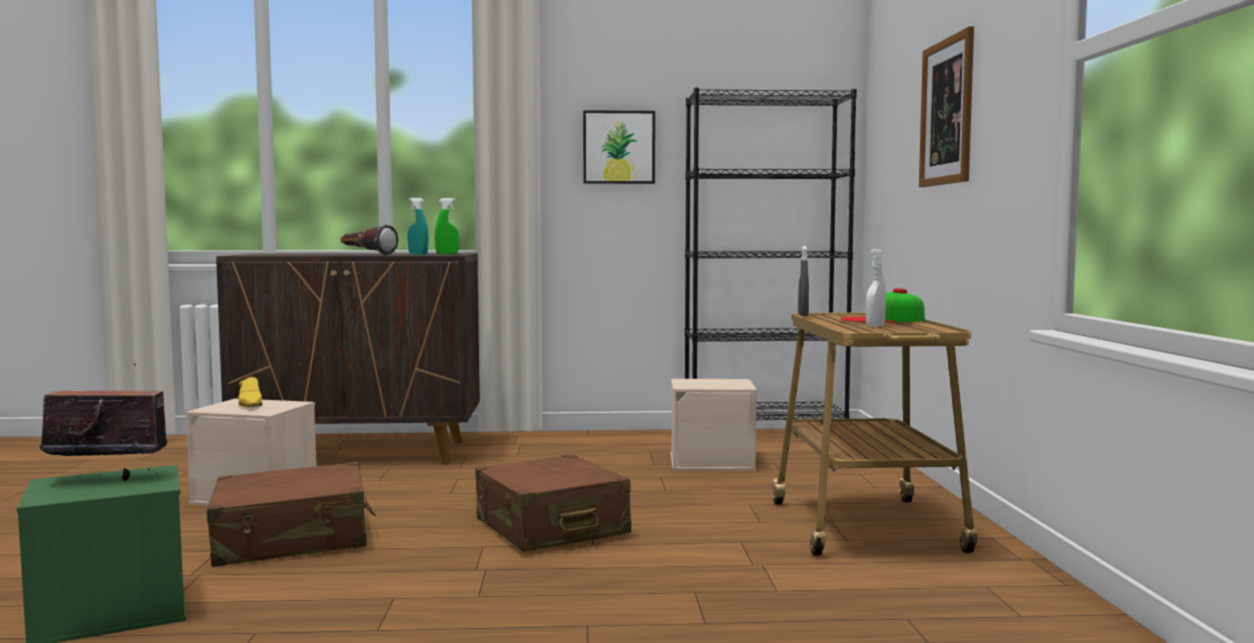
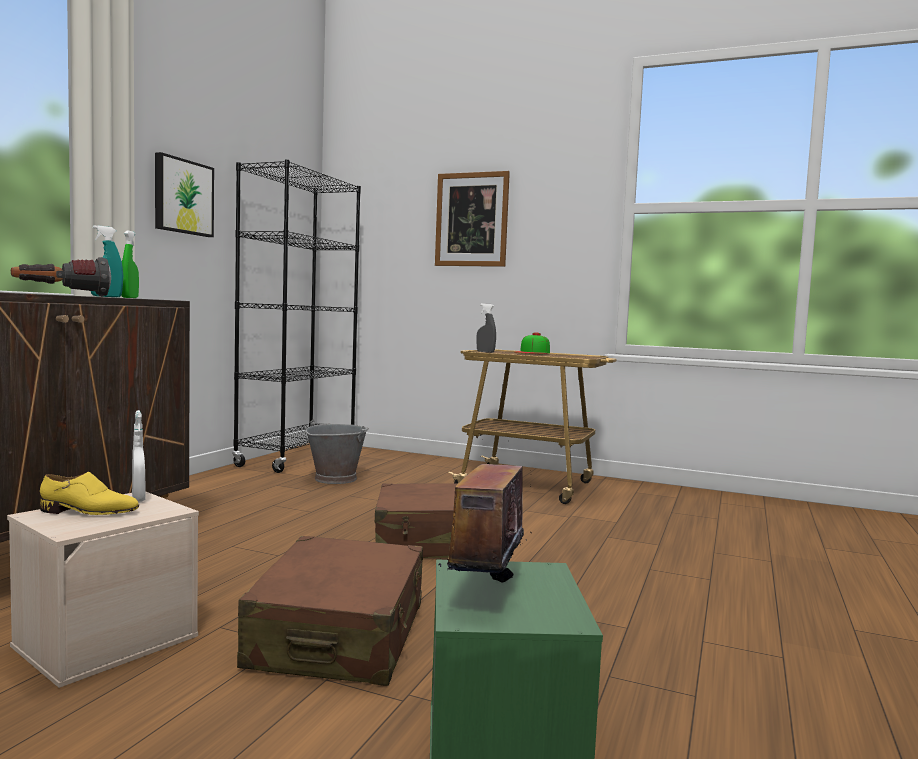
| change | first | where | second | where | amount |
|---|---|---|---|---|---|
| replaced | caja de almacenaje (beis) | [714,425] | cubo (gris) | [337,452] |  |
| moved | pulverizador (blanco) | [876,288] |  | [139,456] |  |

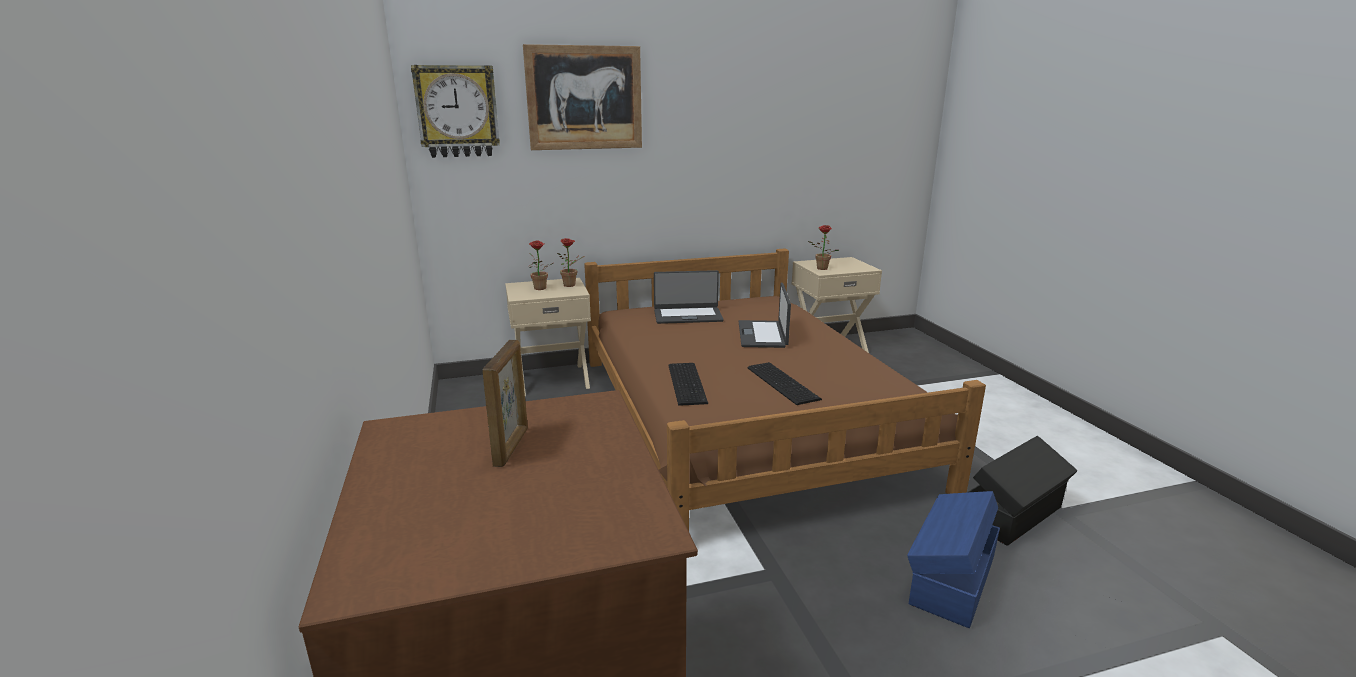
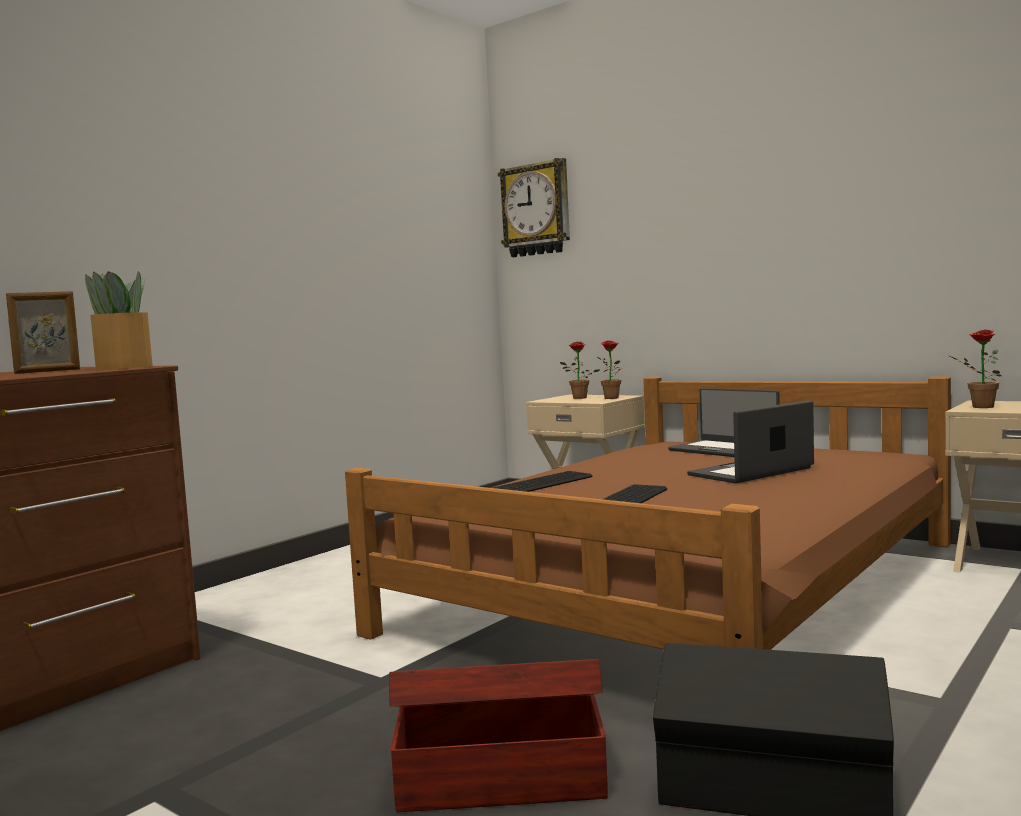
| change | first | where | second | where | amount |
|---|---|---|---|---|---|
| removed | cuadro | [582,97] |  |  |  |
| recoloured | caja de almacenaje (azul) | [953,559] | caja de almacenaje (marrón) | [498,735] |  |
| added |  |  | planta en maceta | [119,320] |  |

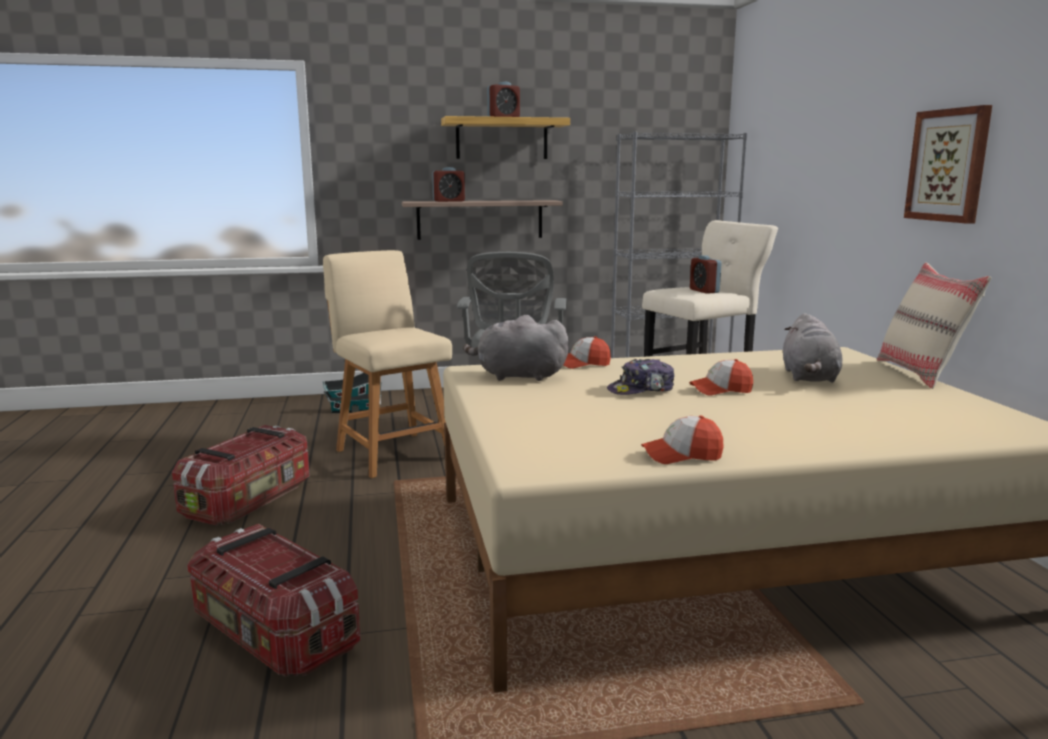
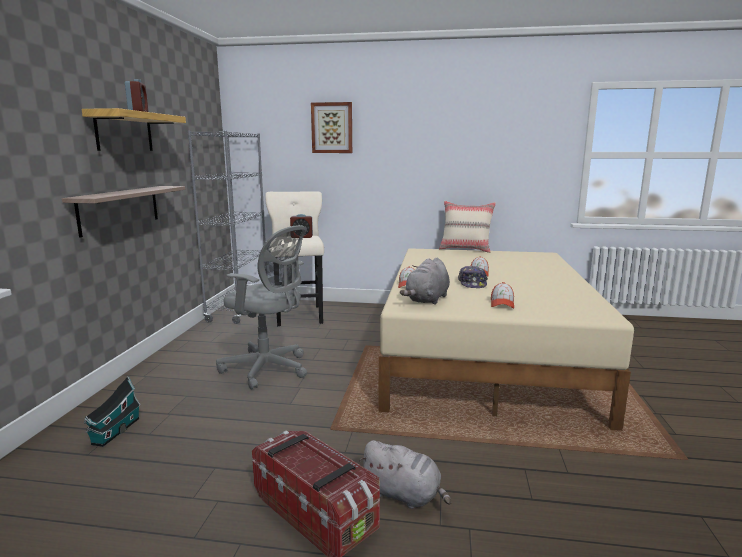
| change | first | where | second | where | amount |
|---|---|---|---|---|---|
| removed | caja de almacenaje | [274,600] |  |  |  |
| removed | silla (beis) | [387,364] |  |  |  |
| removed | despertador | [448,184] |  |  |  |
| moved | gorra | [682,439] |  | [502,295] |  |
| moved | peluche (gris) | [812,348] |  | [405,474] |  |
| moved | cuadro | [948,164] |  | [331,127] |  |

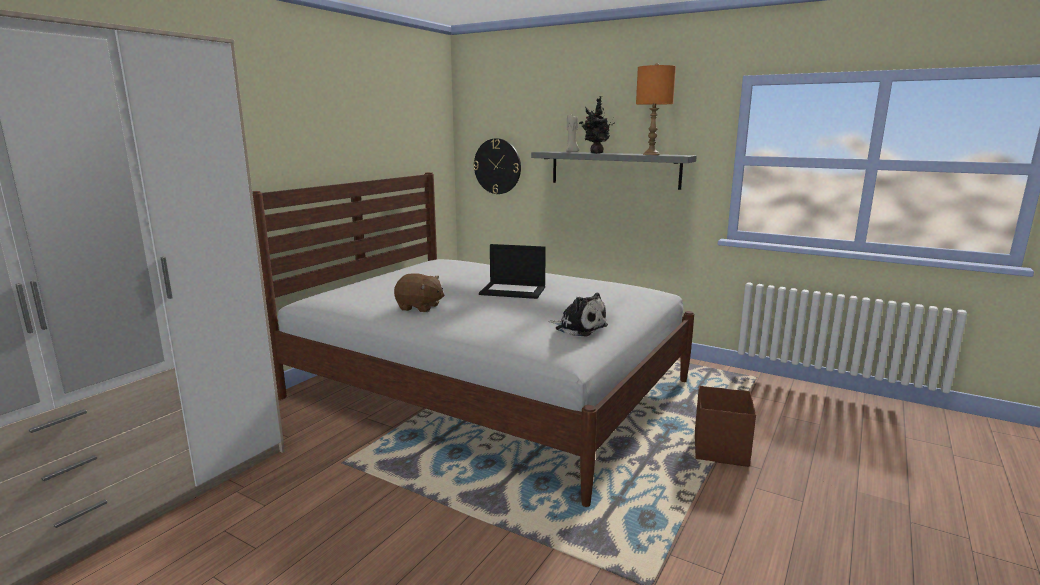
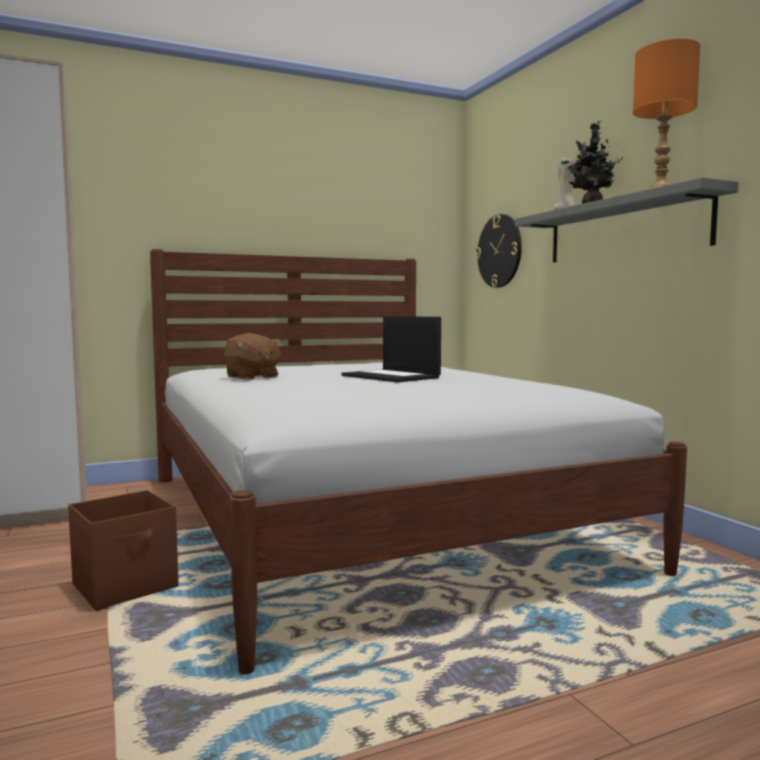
| change | first | where | second | where | amount |
|---|---|---|---|---|---|
| removed | peluche | [578,315] |  |  |  |
| moved | caja de almacenaje (marrón) | [725,426] |  | [123,550] |  |

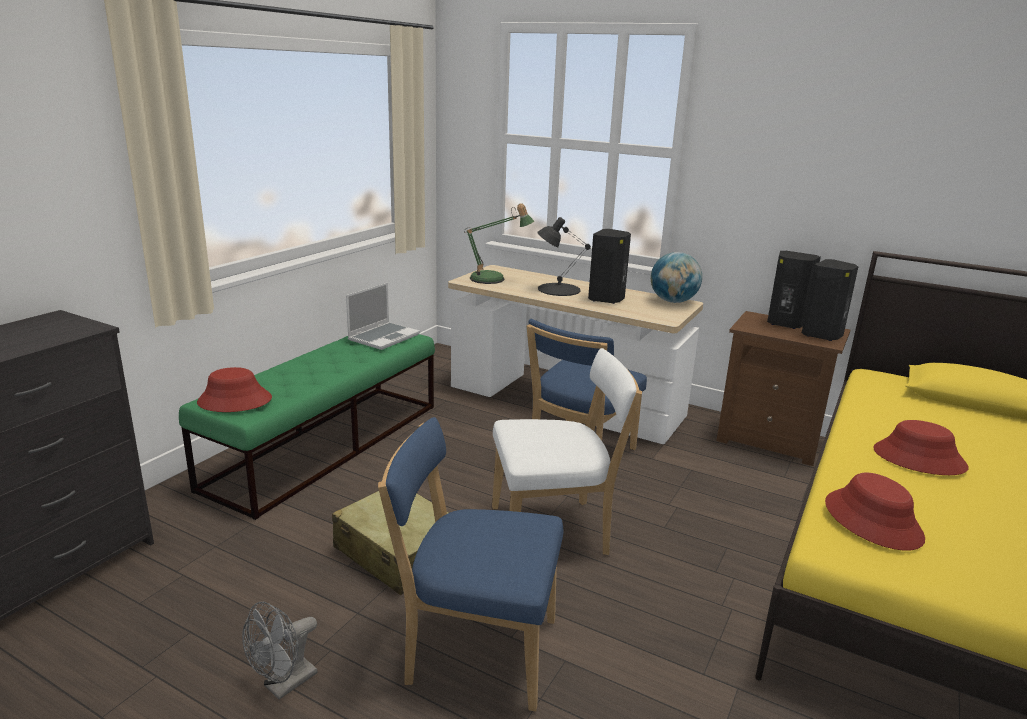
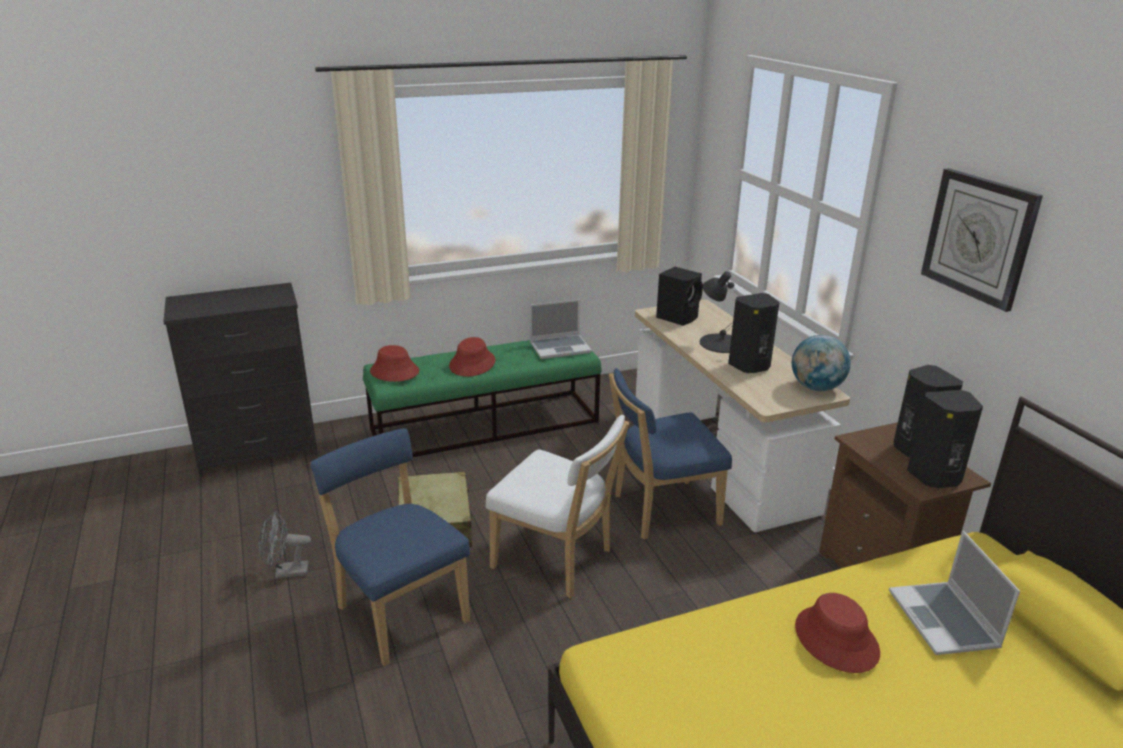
| change | first | where | second | where | amount |
|---|---|---|---|---|---|
| replaced | lámpara de mesa | [499,243] | altavoz (negro) | [679,296] |  |
| moved | sombrero (rojo) | [875,512] |  | [472,357] |  |
| added |  |  | portátil | [954,593] |  |
| added |  |  | reloj de pared | [982,240] |  |

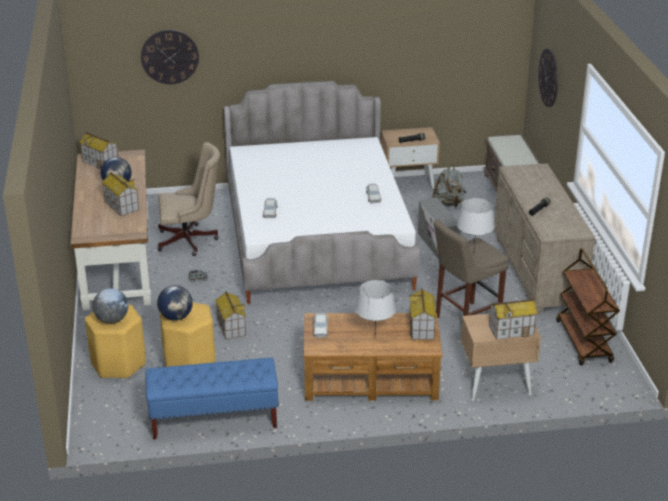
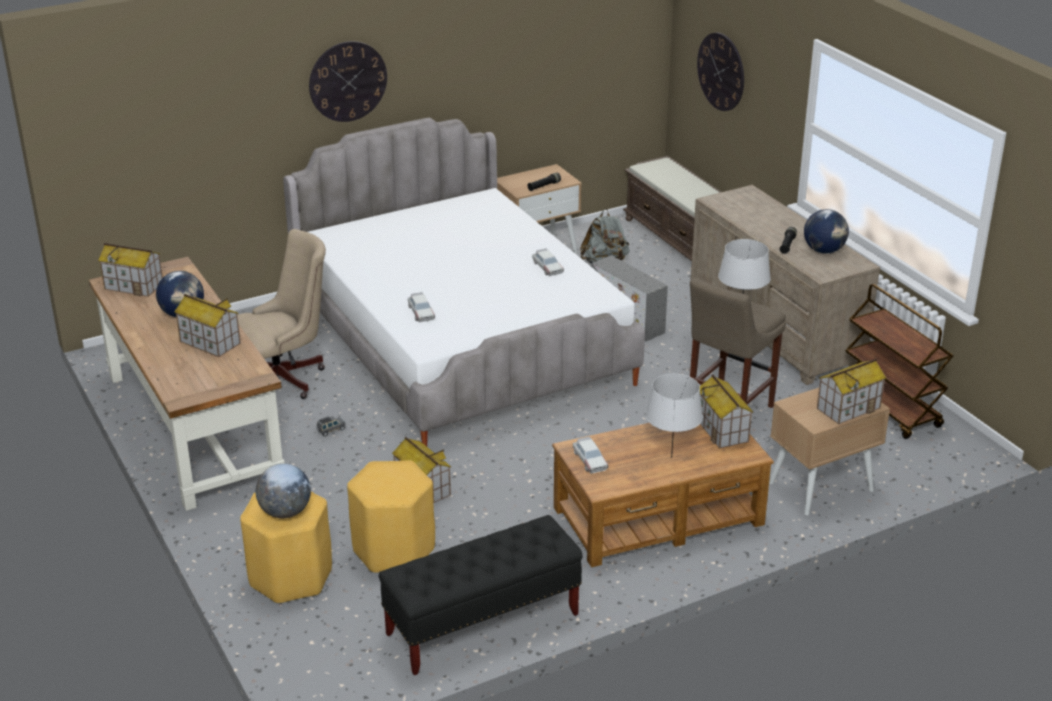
| change | first | where | second | where | amount |
|---|---|---|---|---|---|
| moved | reloj de pared | [170,57] |  | [348,81] |  |
| recoloured | banco (azul) | [212,399] | banco (negro) | [480,595] |  |
| moved | globo terráqueo | [175,303] |  | [826,231] |  |

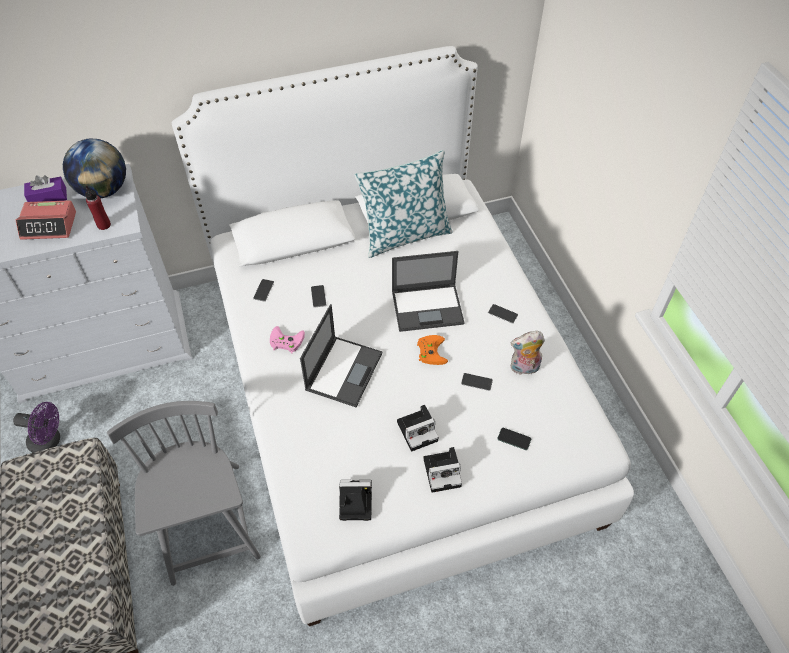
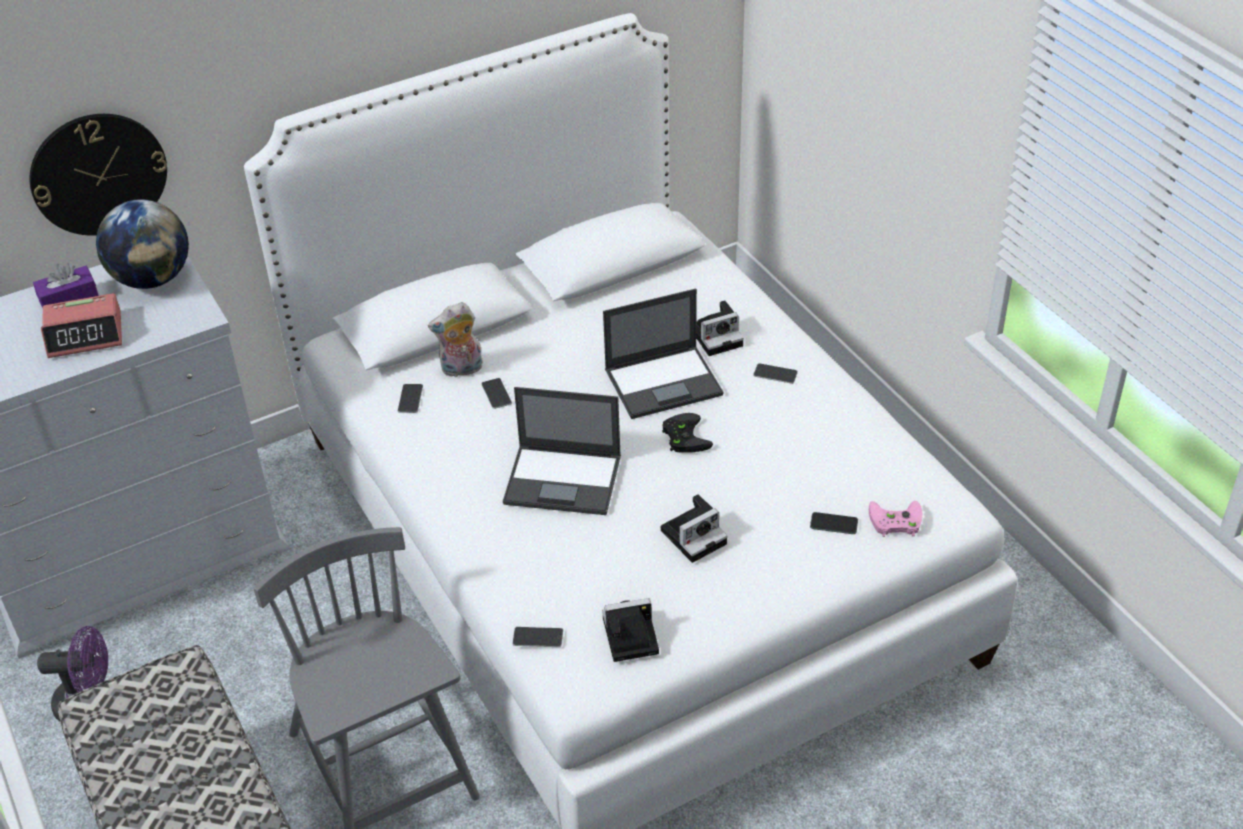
| change | first | where | second | where | amount |
|---|---|---|---|---|---|
| removed | botella (rojo) | [98,208] |  |  |  |
| moved | mando de consola (rosa) | [287,339] |  | [896,519] |  |
| turned | portátil | [341,355] |  | [562,451] | 90 degrees clockwise |
| removed | cojín | [404,204] |  |  |  |
| recoloured | mando de consola (naranja) | [432,350] | mando de consola (negro) | [687,433] |  |
| moved | cámara | [442,470] |  | [720,328] |  |
| moved | móvil | [477,382] |  | [537,637] |  |
| moved | peluche | [528,353] |  | [455,340] |  |
| added |  |  | reloj de pared | [98,175] |  |

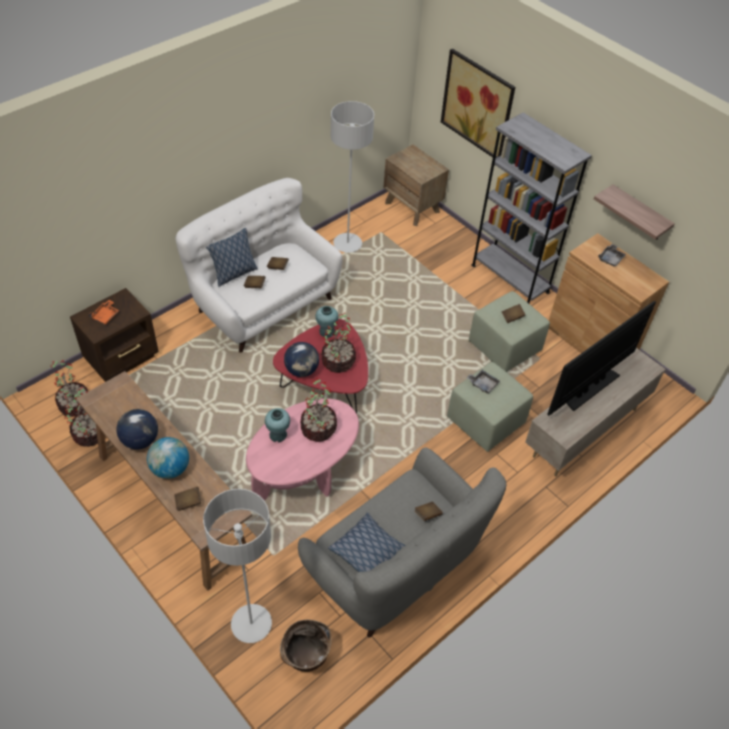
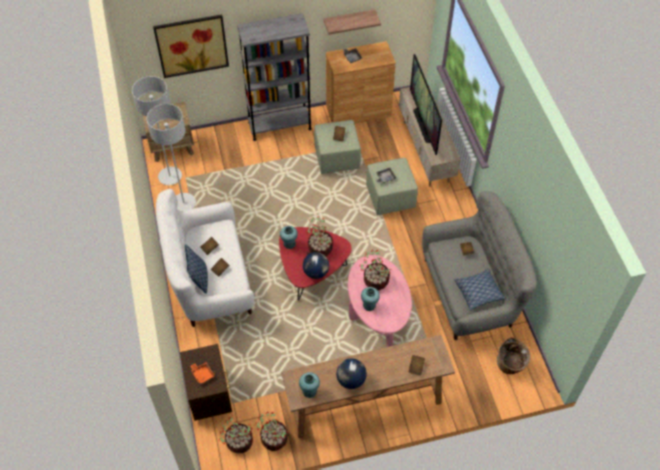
| change | first | where | second | where | amount |
|---|---|---|---|---|---|
| removed | globo terráqueo | [168,458] |  |  |  |
| moved | lámpara de pie (gris) | [237,566] |  | [157,130] |  |
| added |  |  | florero (turquesa) | [309,385] |  |

